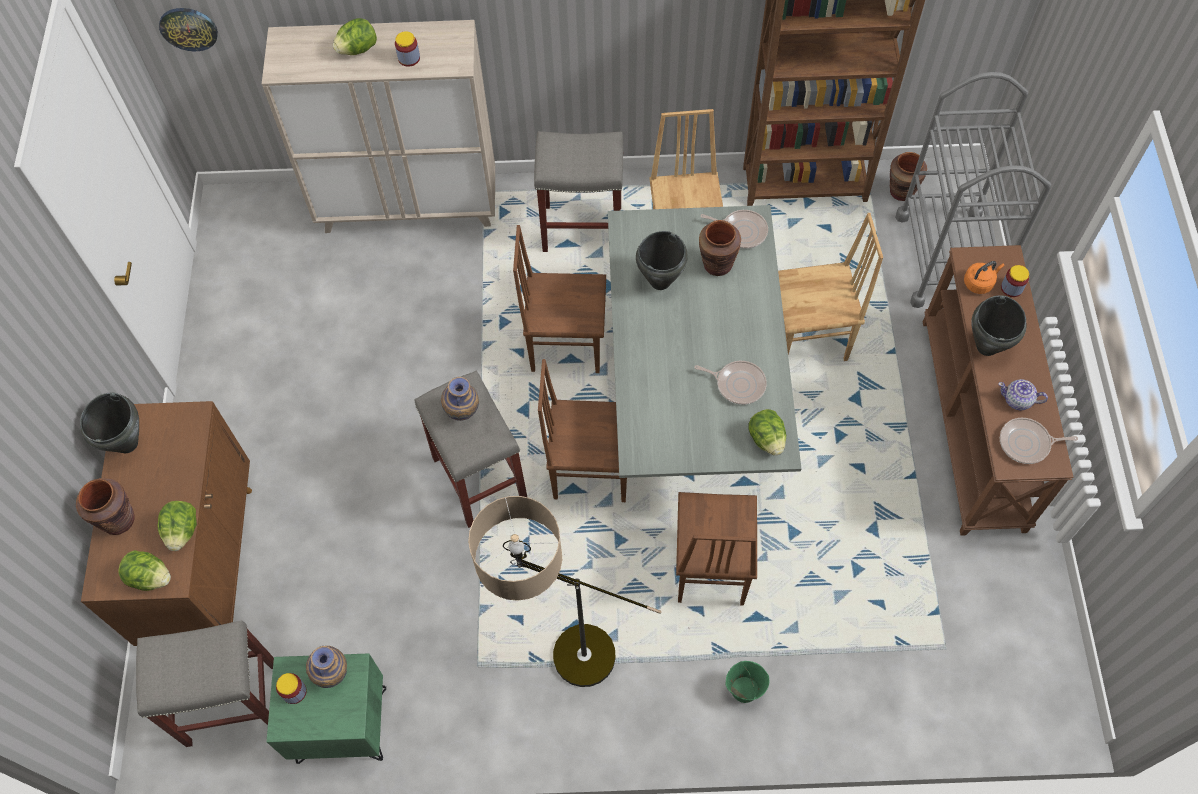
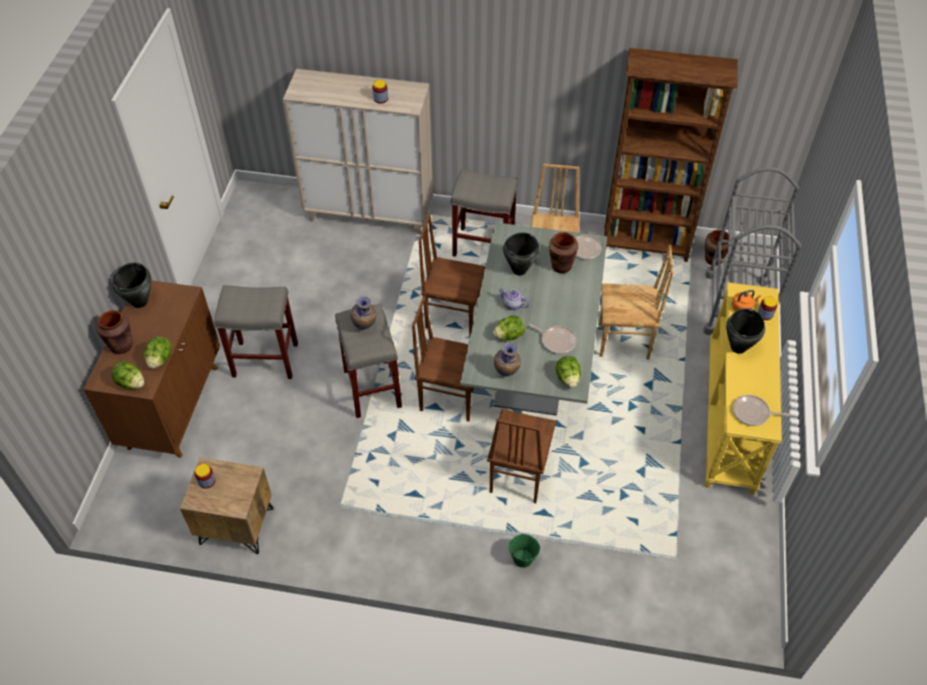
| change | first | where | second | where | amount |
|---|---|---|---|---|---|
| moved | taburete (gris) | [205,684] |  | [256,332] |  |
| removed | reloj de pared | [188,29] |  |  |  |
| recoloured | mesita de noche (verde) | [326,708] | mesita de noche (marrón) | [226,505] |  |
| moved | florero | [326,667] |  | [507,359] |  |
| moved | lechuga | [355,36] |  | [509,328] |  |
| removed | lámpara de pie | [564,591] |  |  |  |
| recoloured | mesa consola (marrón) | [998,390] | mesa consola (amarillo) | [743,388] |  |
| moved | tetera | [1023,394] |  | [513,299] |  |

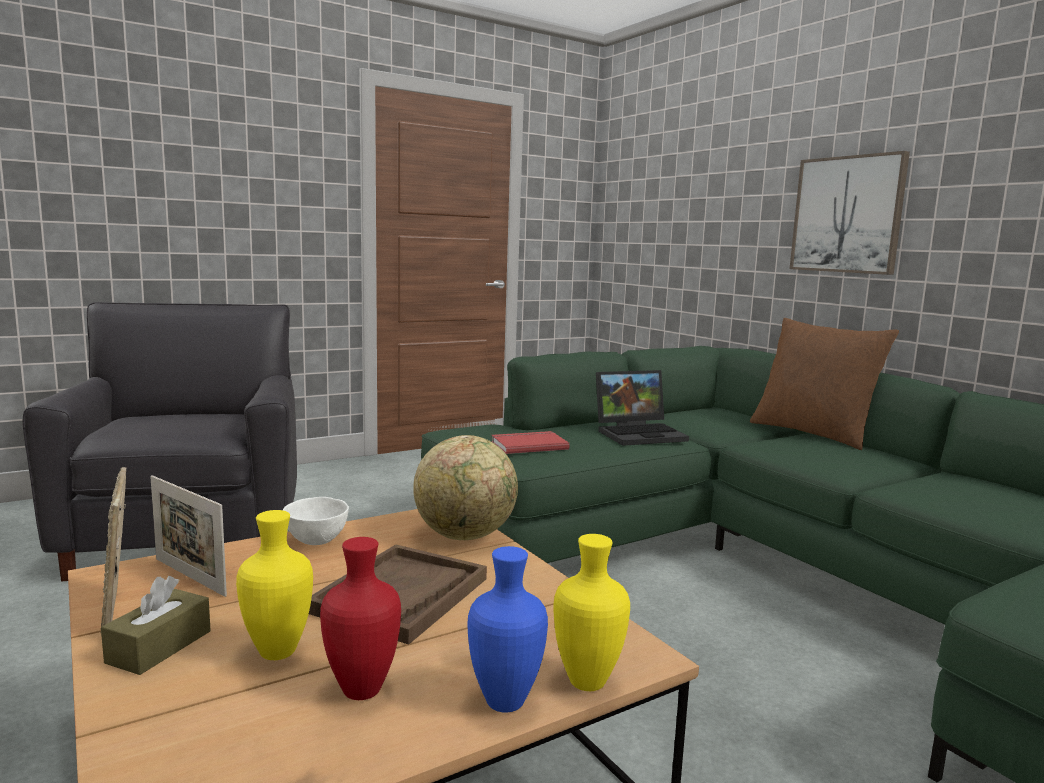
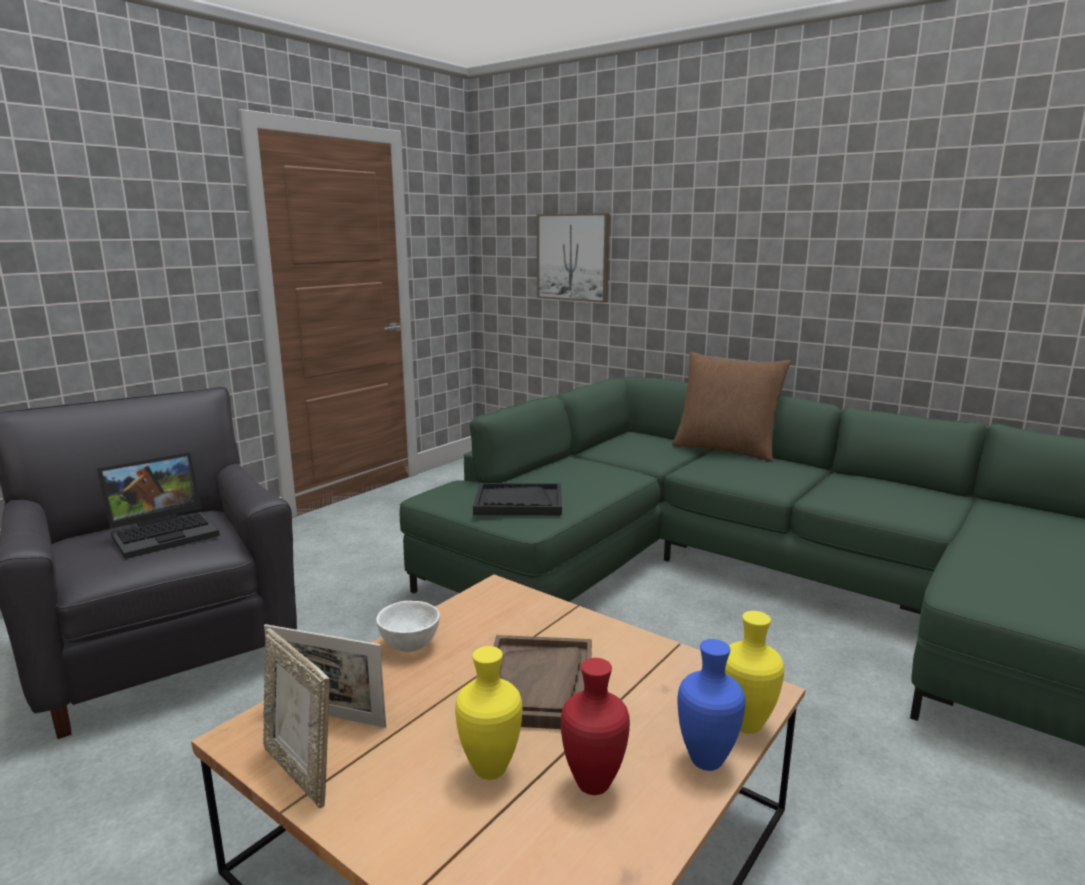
| change | first | where | second | where | amount |
|---|---|---|---|---|---|
| removed | caja de pañuelos (marrón) | [156,625] |  |  |  |
| removed | globo terráqueo | [465,487] |  |  |  |
| replaced | libro (rojo) | [530,442] | bandeja (negro) | [517,499] |  |
| moved | portátil | [642,408] |  | [158,505] |  |
| moved | cuadro | [850,213] |  | [573,258] |  |

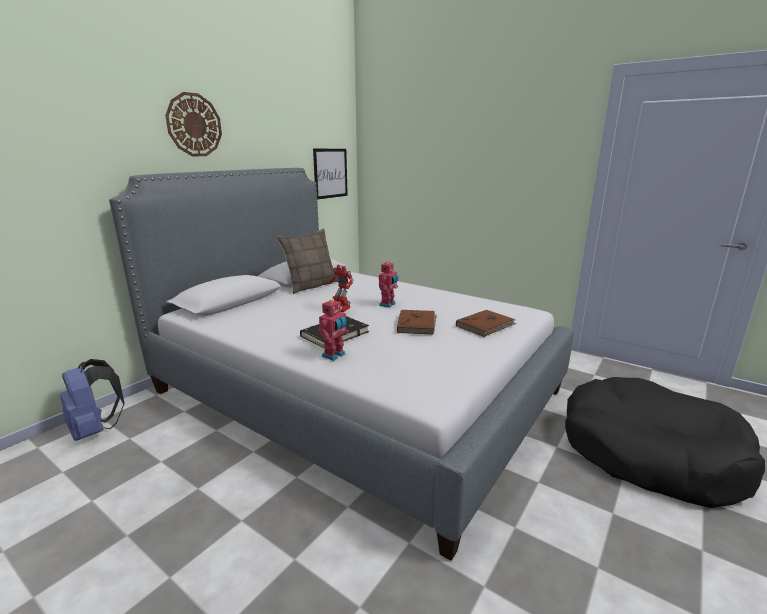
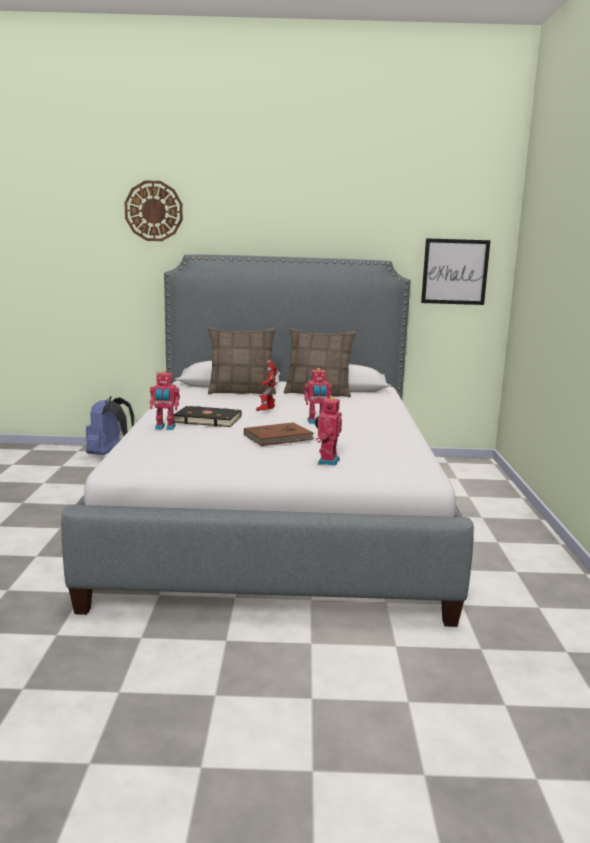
| change | first | where | second | where | amount |
|---|---|---|---|---|---|
| moved | reloj de pared | [193,124] |  | [153,210] |  |
| replaced | libro (marrón) | [486,323] | robot de juguete | [328,431] |  |
| removed | cama para perro (negro) | [665,442] |  |  |  |
| added |  |  | cojín | [242,360] |  |

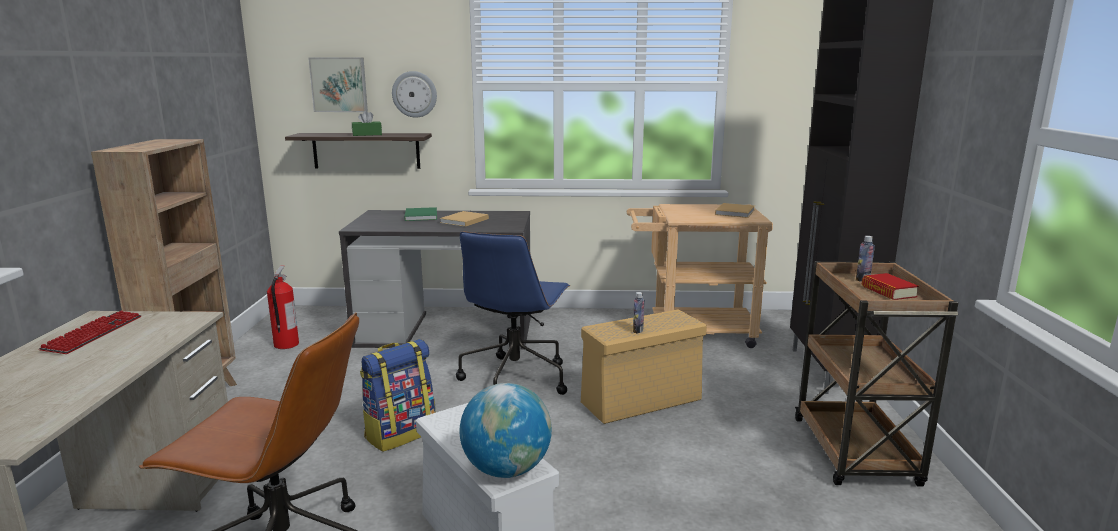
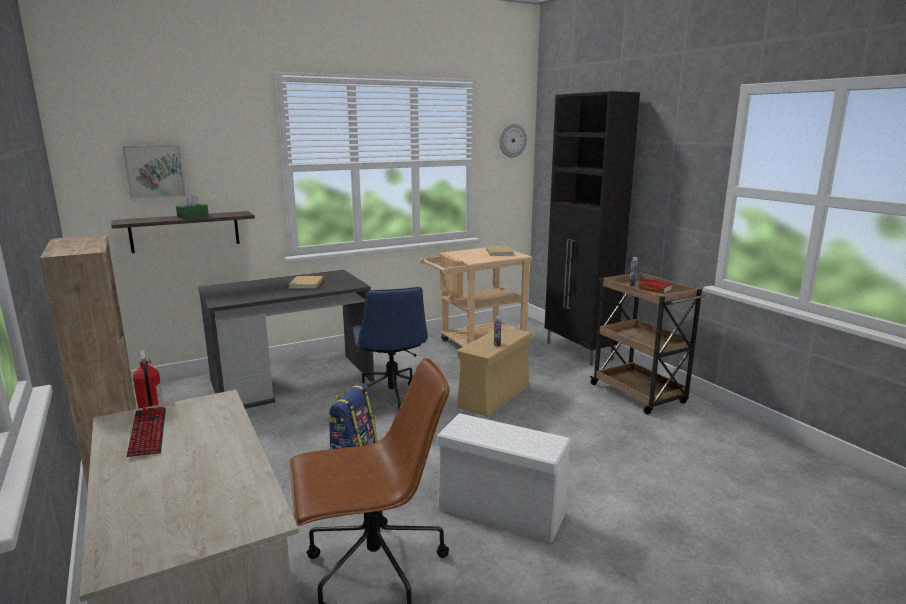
| change | first | where | second | where | amount |
|---|---|---|---|---|---|
| moved | reloj de pared | [414,94] |  | [513,141] |  |
| removed | libro (verde) | [420,214] |  |  |  |
| removed | globo terráqueo | [506,430] |  |  |  |

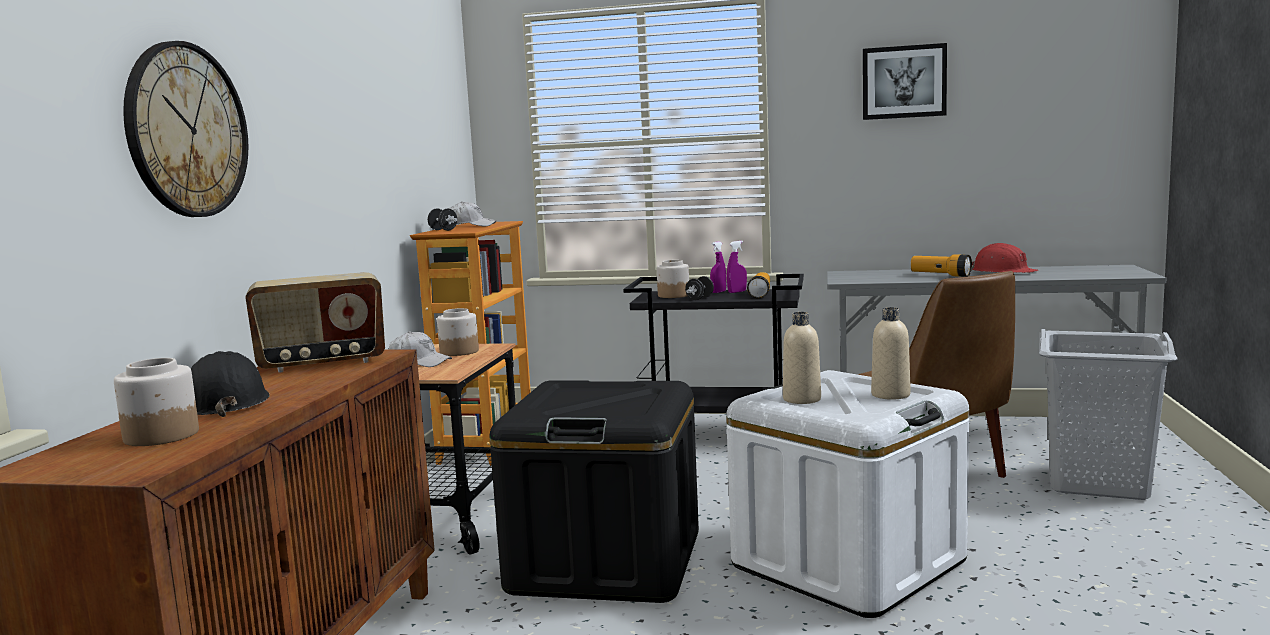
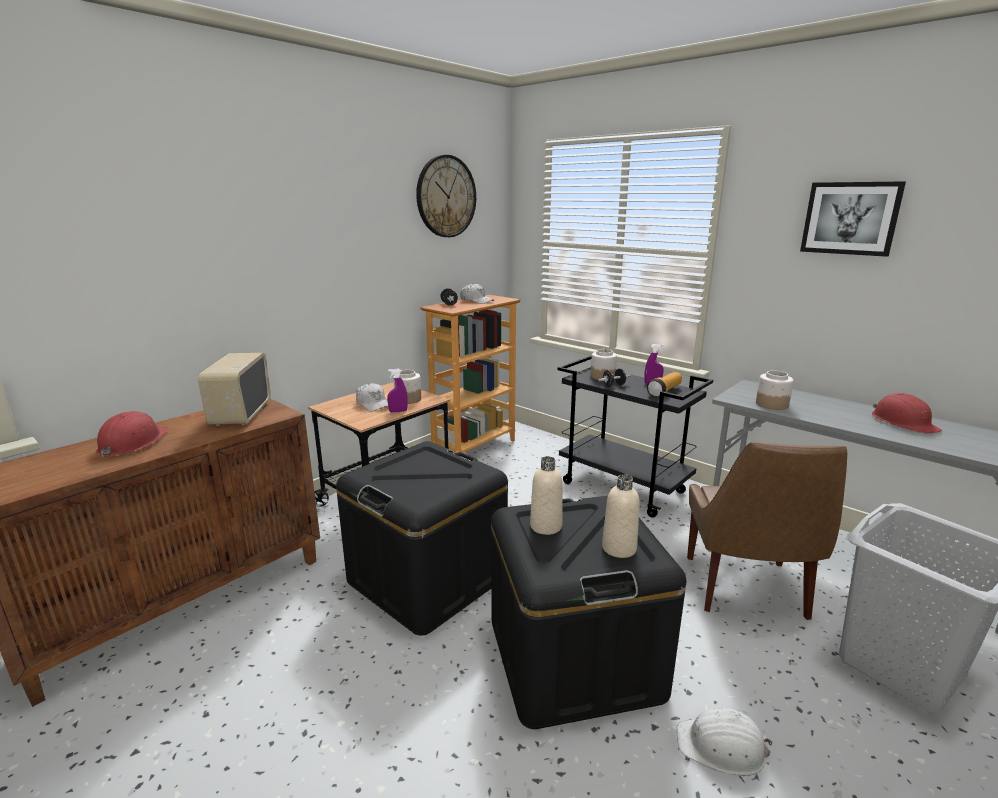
| change | first | where | second | where | amount |
|---|---|---|---|---|---|
| moved | tarro | [156,402] |  | [775,390] |  |
| moved | reloj de pared | [185,129] |  | [446,196] |  |
| recoloured | casco (negro) | [230,384] | casco (rojo) | [132,435] |  |
| turned | radio | [315,322] |  | [234,389] | 75 degrees clockwise |
| moved | pulverizador (morado) | [718,267] |  | [397,391] |  |
| recoloured | caja de almacenaje (blanco) | [847,494] | caja de almacenaje (negro) | [588,612] |  |
| removed | linterna | [941,265] |  |  |  |
| added |  |  | casco (blanco) | [724,742] |  |

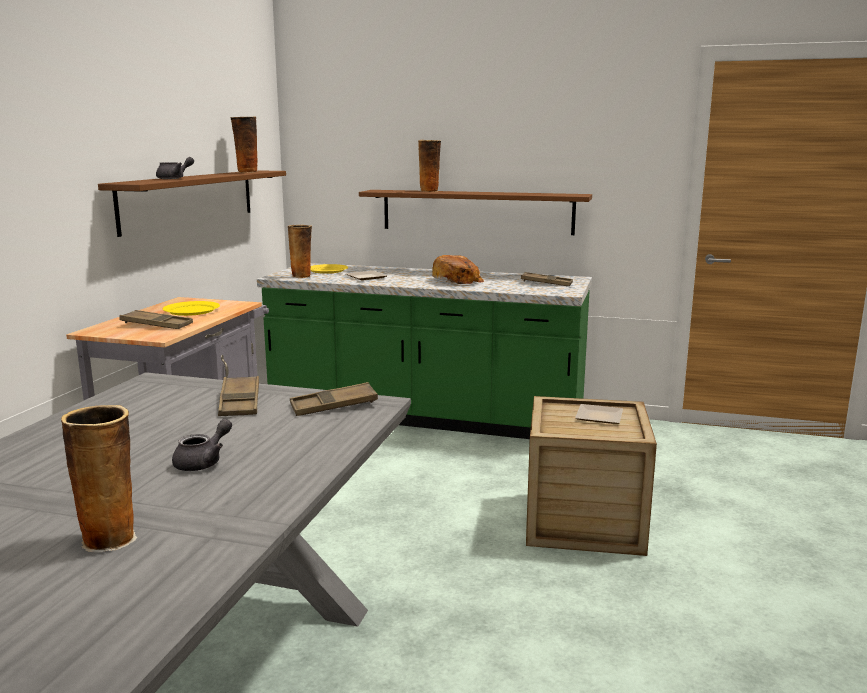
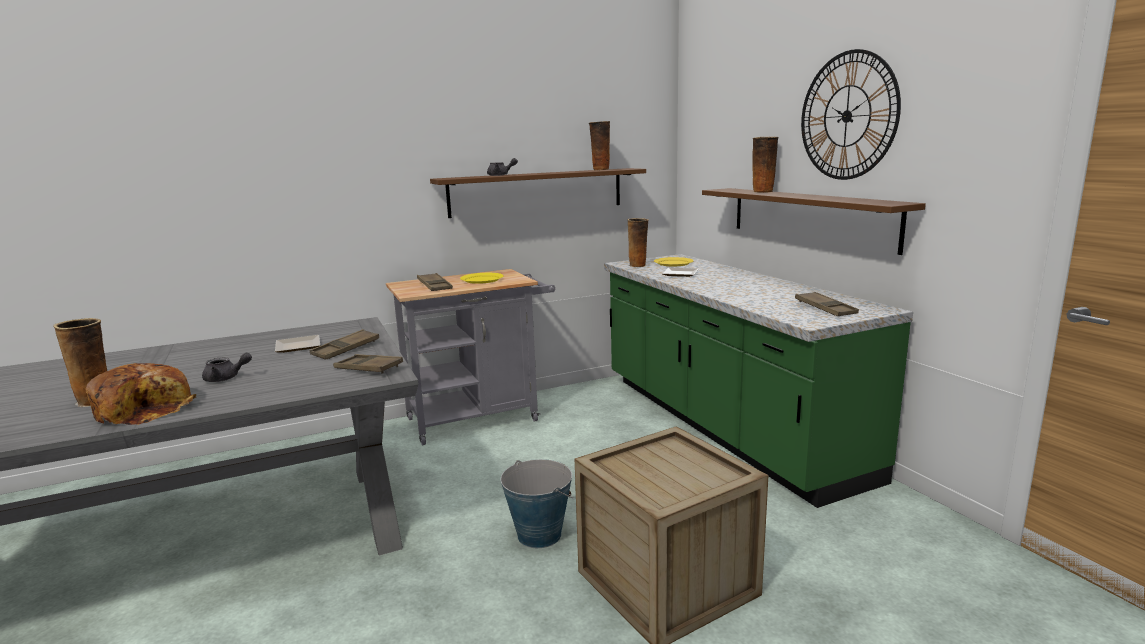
| change | first | where | second | where | amount |
|---|---|---|---|---|---|
| moved | pan | [458,269] |  | [140,394] |  |
| moved | plato | [599,414] |  | [297,344] |  |
| added |  |  | cubo | [536,503] |  |
| added |  |  | reloj de pared | [851,114] |  |

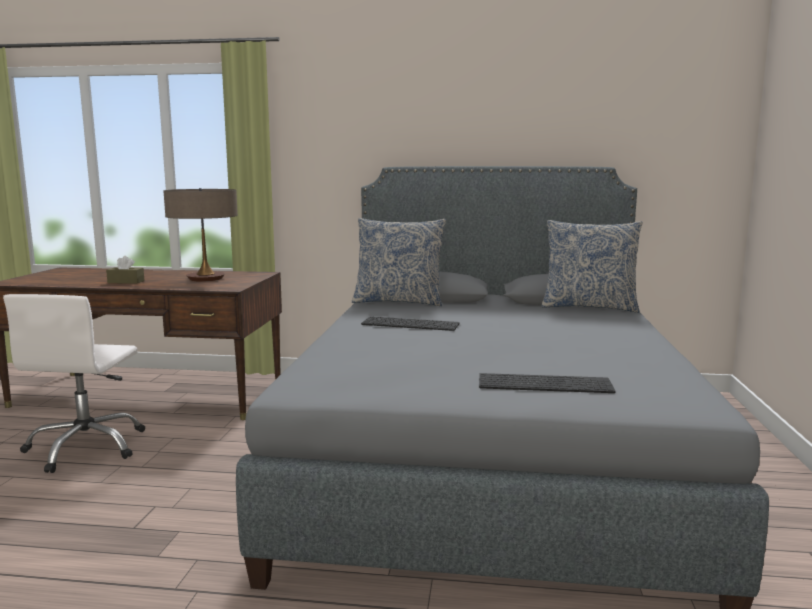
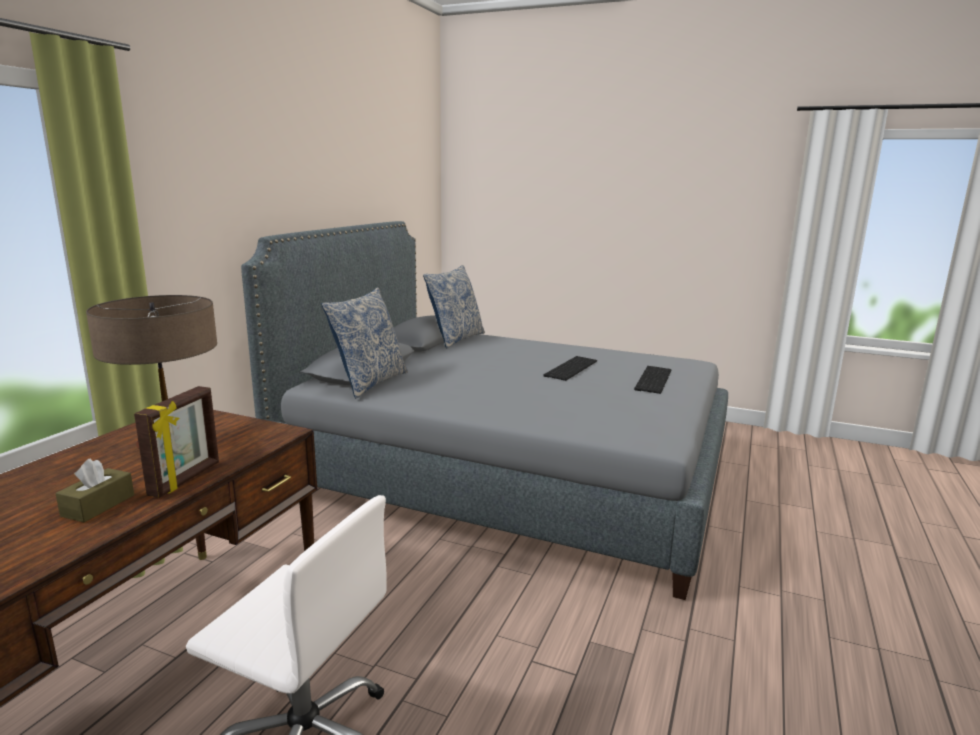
| change | first | where | second | where | amount |
|---|---|---|---|---|---|
| moved | teclado | [410,323] |  | [570,368] |  |
| added |  |  | portarretratos | [176,442] |  |

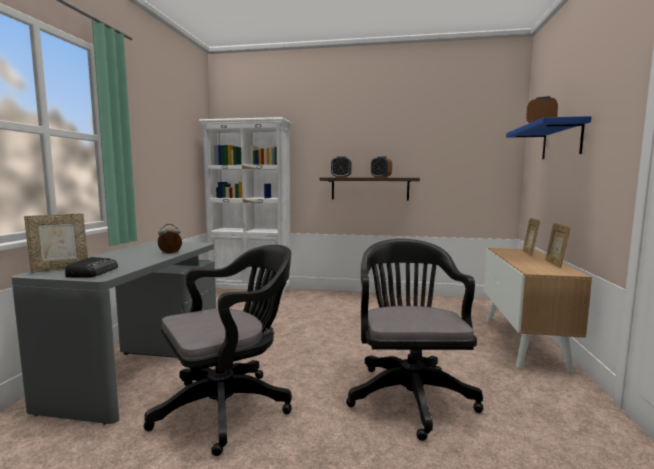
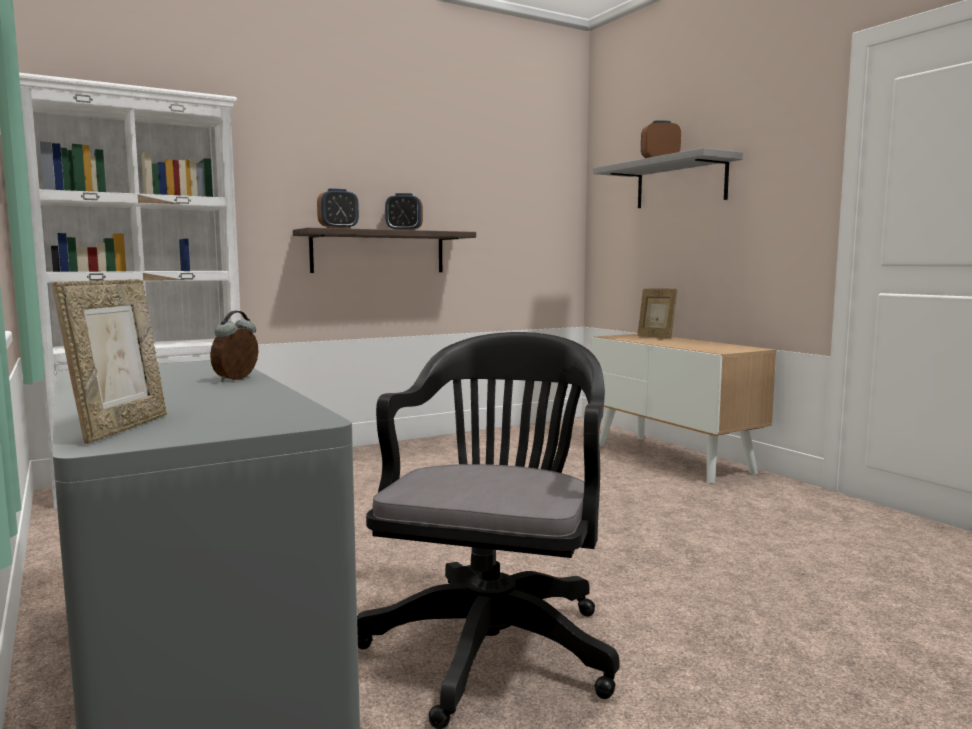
| change | first | where | second | where | amount |
|---|---|---|---|---|---|
| removed | radio | [91,267] |  |  |  |
| removed | silla de oficina (negro) | [414,340] |  |  |  |
| recoloured | estante (azul) | [548,137] | estante (gris) | [668,178] |  |
| removed | portarretratos | [558,245] |  |  |  |

